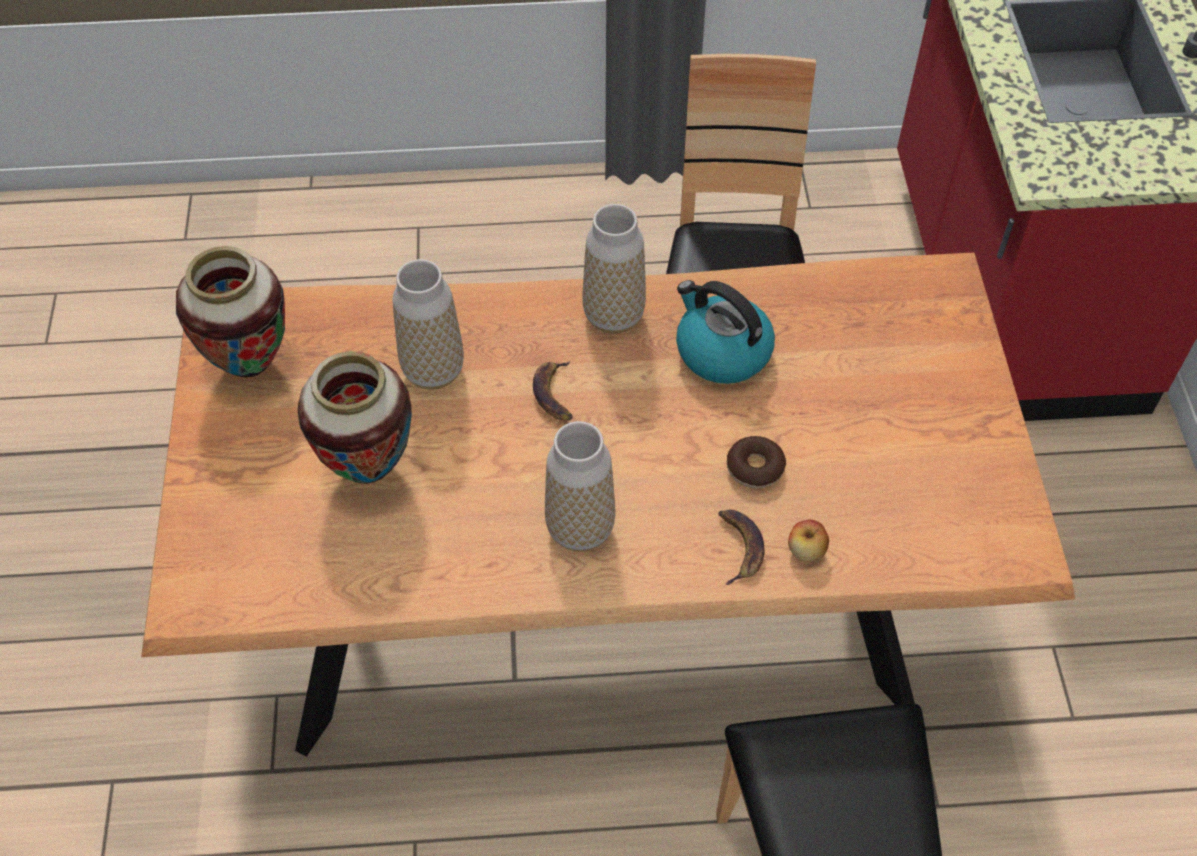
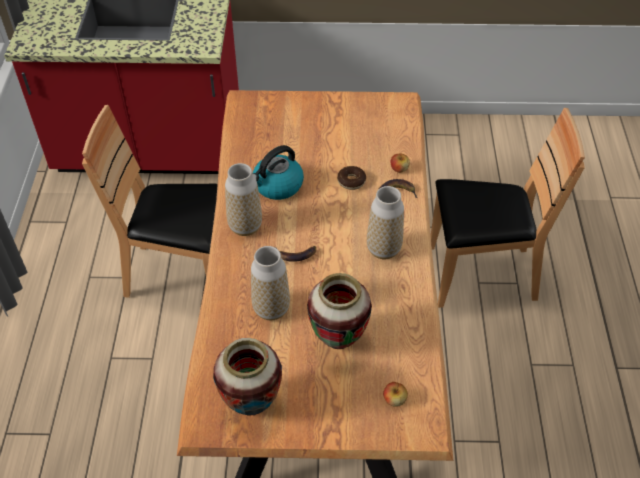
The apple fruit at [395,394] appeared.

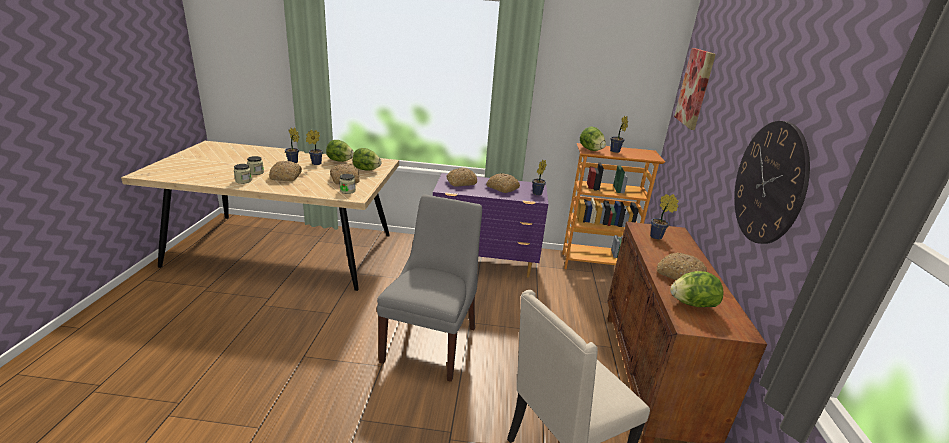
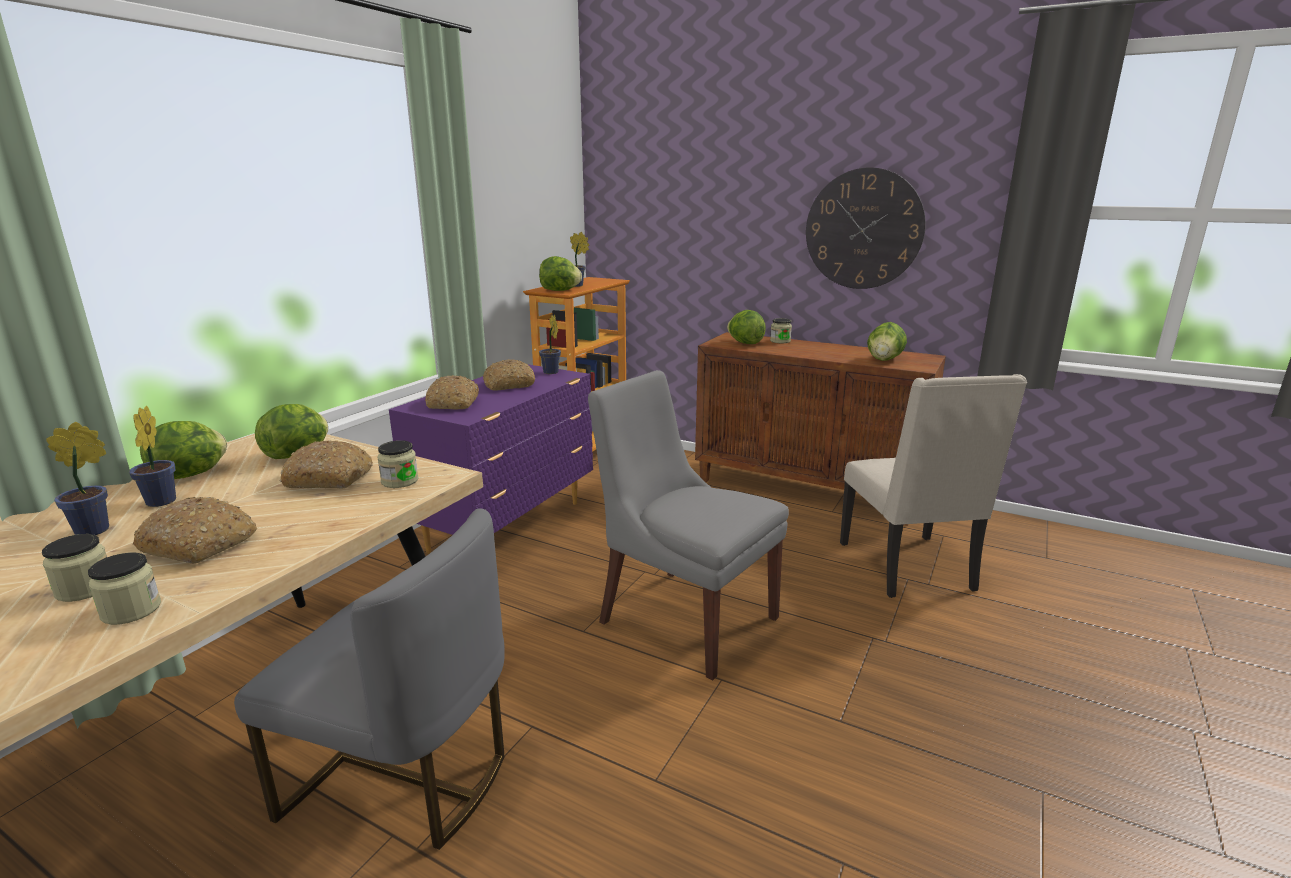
The baked bread at [682,266] disappeared. The wall art at [695,89] disappeared. The gray upright chair at [369,679] appeared. The jar at [781,330] appeared. The potted plant at [664,217] was replaced by the lettuce at [746,327].

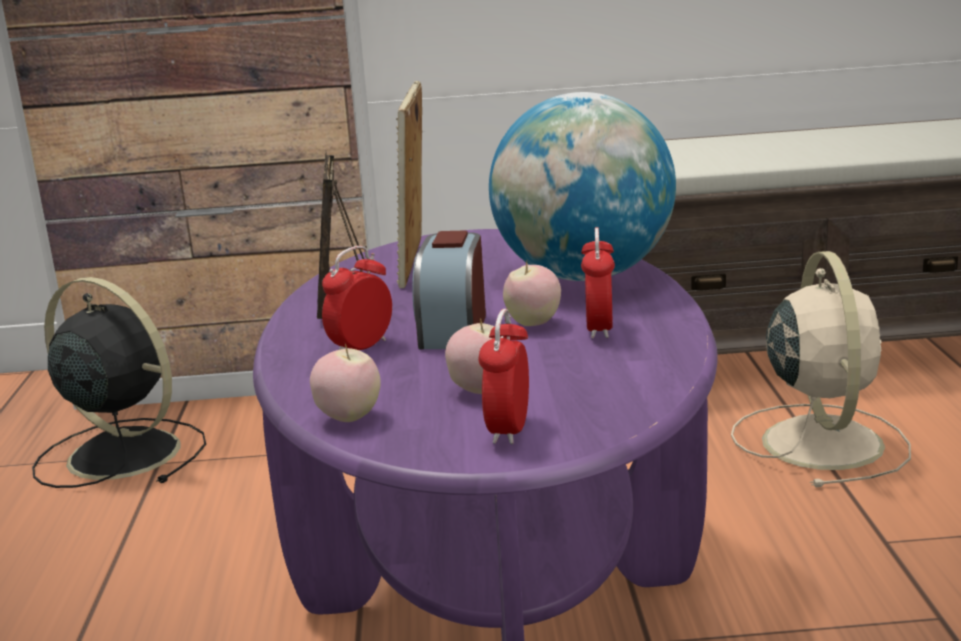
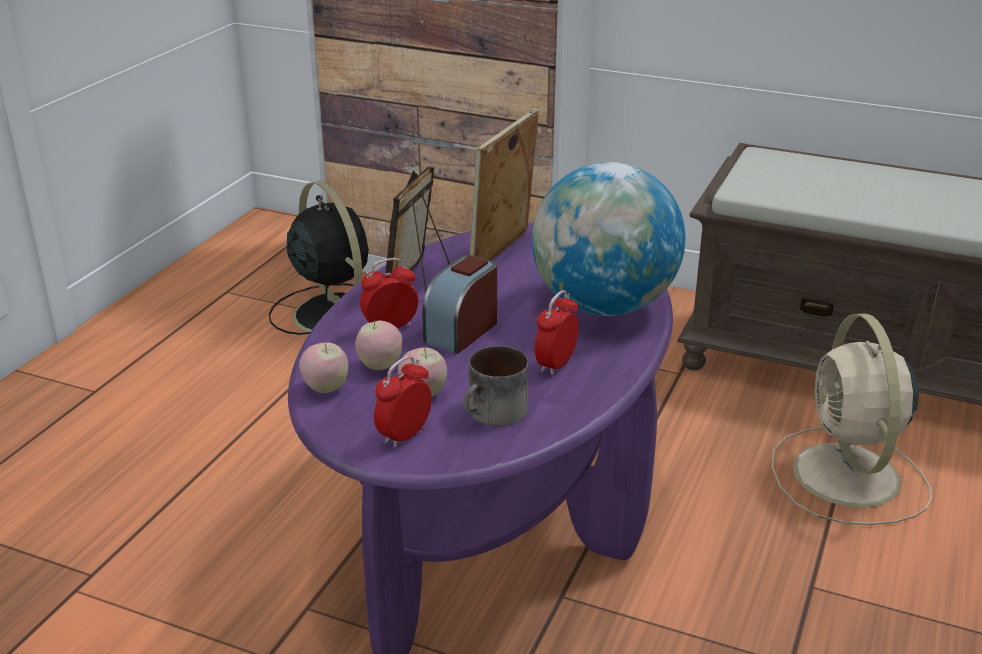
The coffee mug at [496,386] appeared. The apple fruit moved from [532,293] to [378,345]. The beige cooling fan at [821,369] turned 150 degrees clockwise.

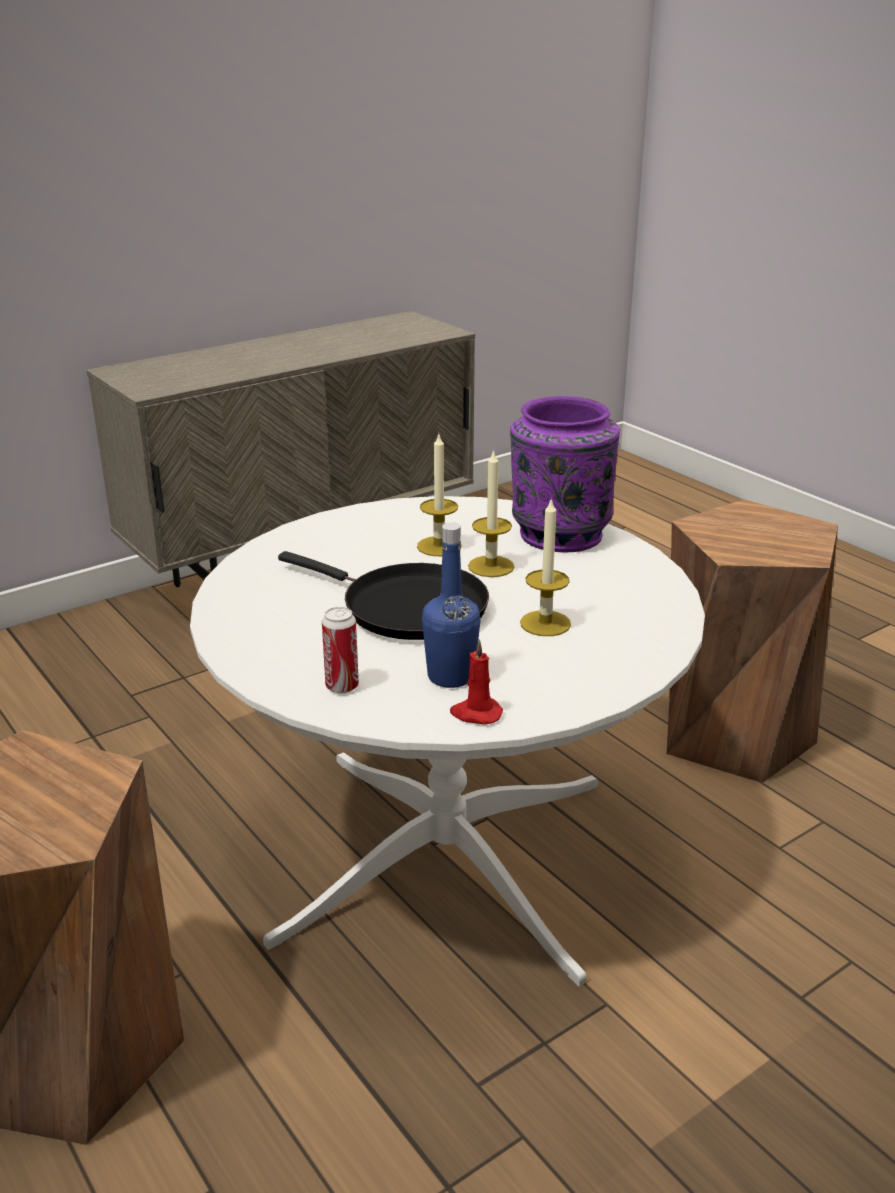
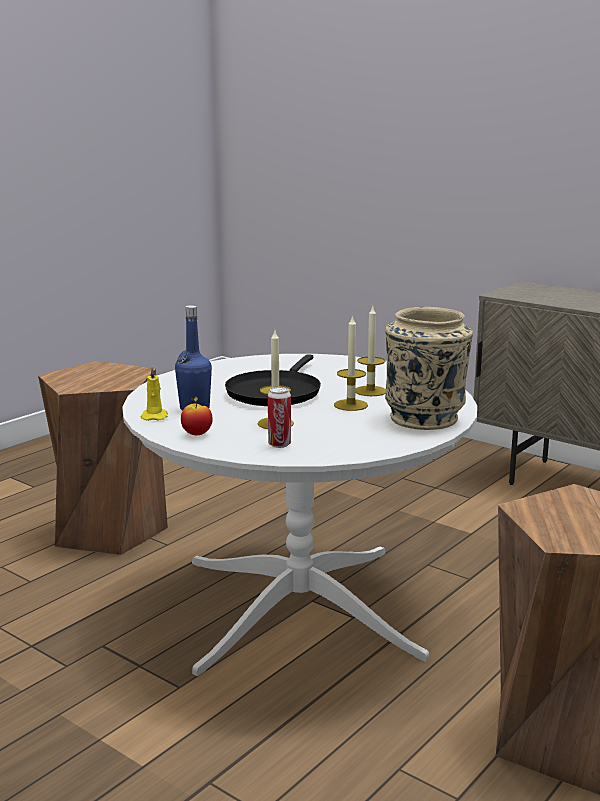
The apple fruit at [197,415] appeared. The metal can moved from [340,650] to [279,417]. The red-coloured wax light at [476,682] became the yellow-coloured wax light at [154,393]. The purple-coloured vase at [565,474] became the beige vase at [429,368].

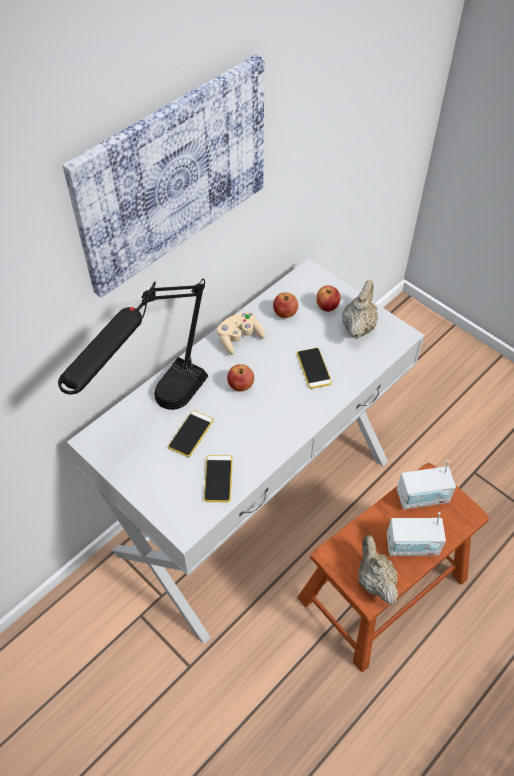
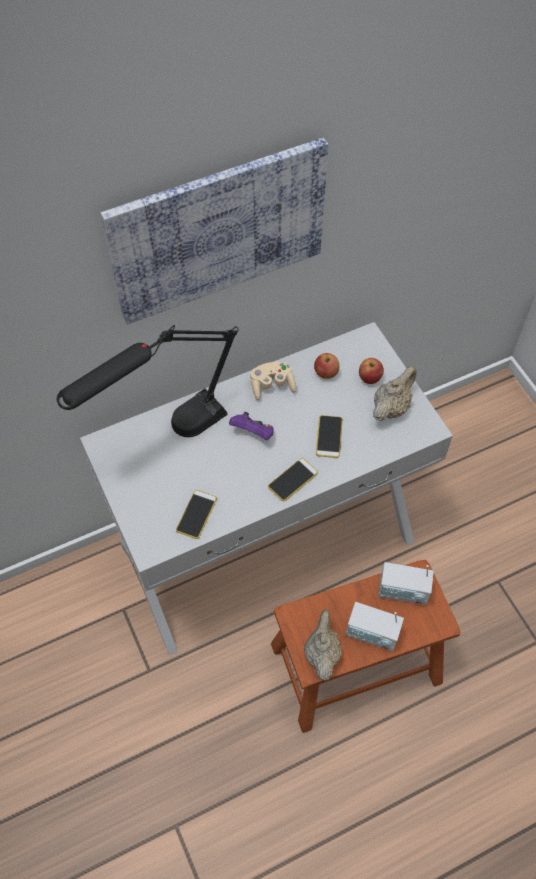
The telephone moved from [190,433] to [293,479]. The apple fruit at [240,377] was replaced by the purple-coloured gamepad at [251,426].

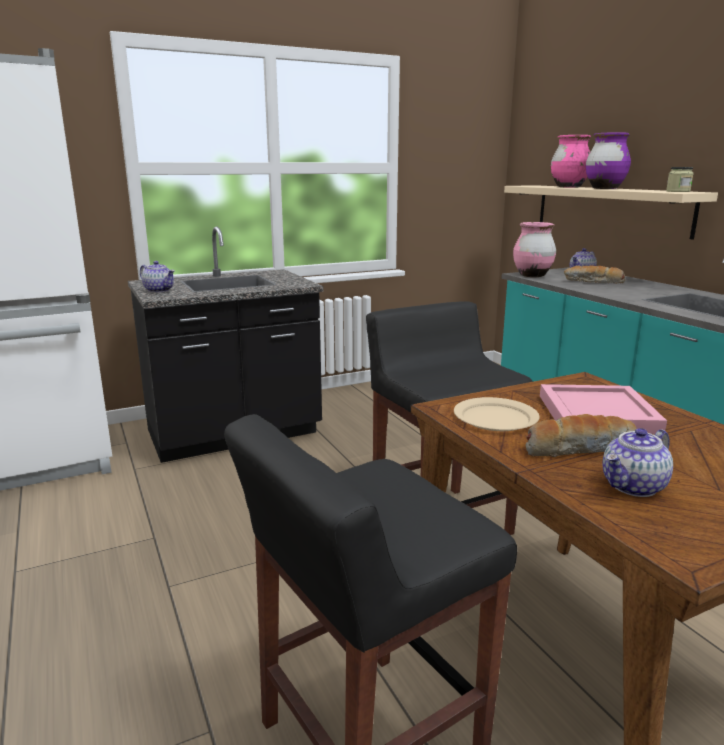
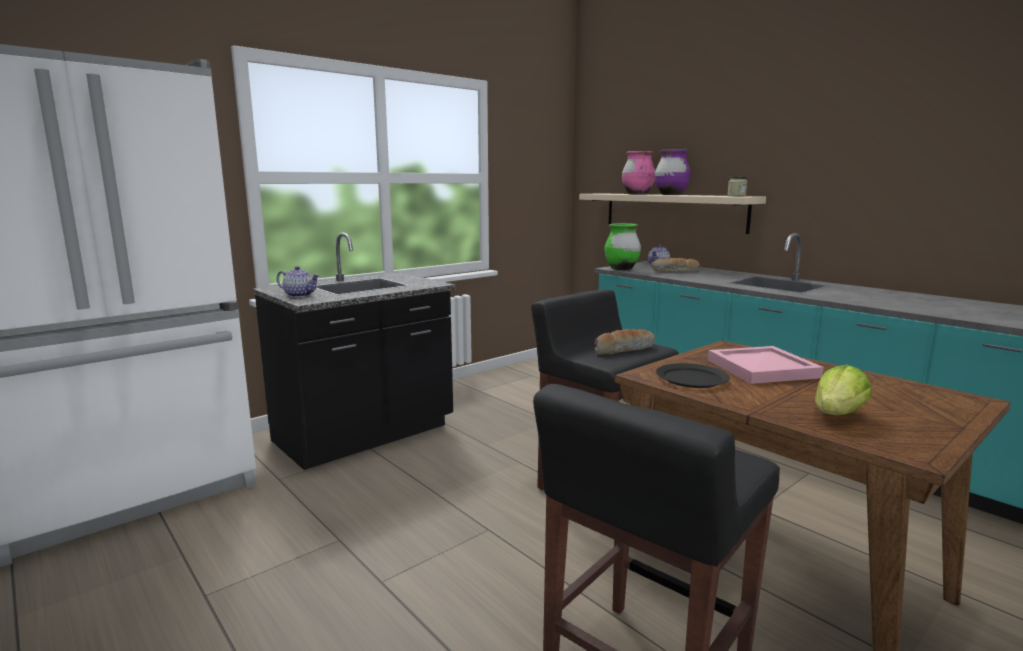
The baked bread moved from [581,435] to [625,342]. The teapot at [637,462] was replaced by the lettuce at [843,390]. The beige flat dish at [497,414] became the black-coloured flat dish at [693,375]. The pink vase at [534,249] became the green vase at [622,246].

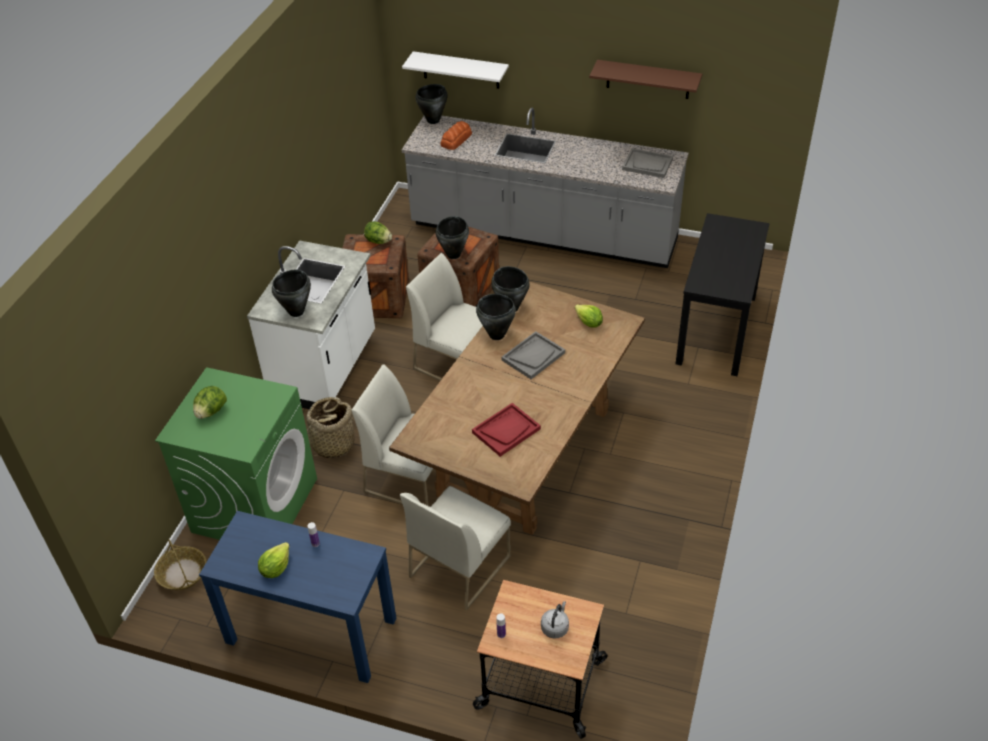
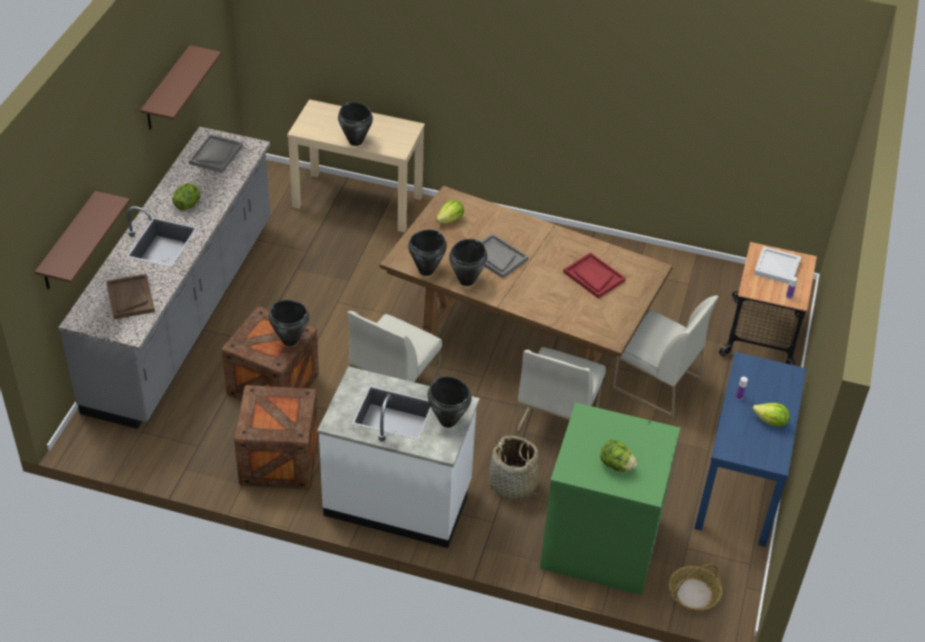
The lettuce moved from [378,232] to [186,196]. The black-coloured stockpot moved from [431,104] to [355,124]. The baked bread at [456,135] was replaced by the brown tray at [130,296]. The gray tea kettle at [555,620] was replaced by the whitish tray at [777,265]. The whitish bracket shelf at [455,70] became the brown bracket shelf at [82,240]. The black-coloured console table at [723,294] became the beige console table at [356,166].

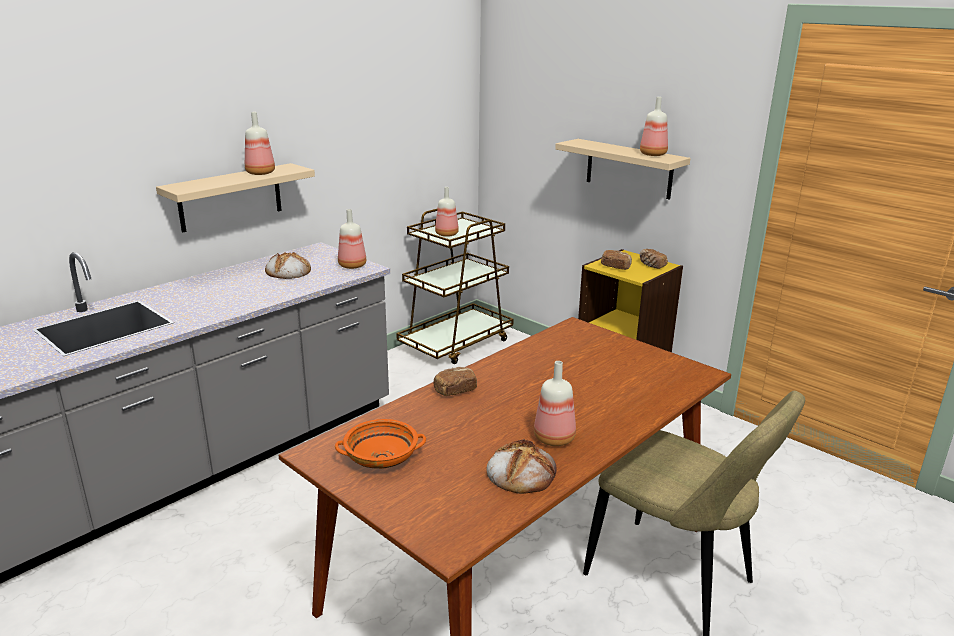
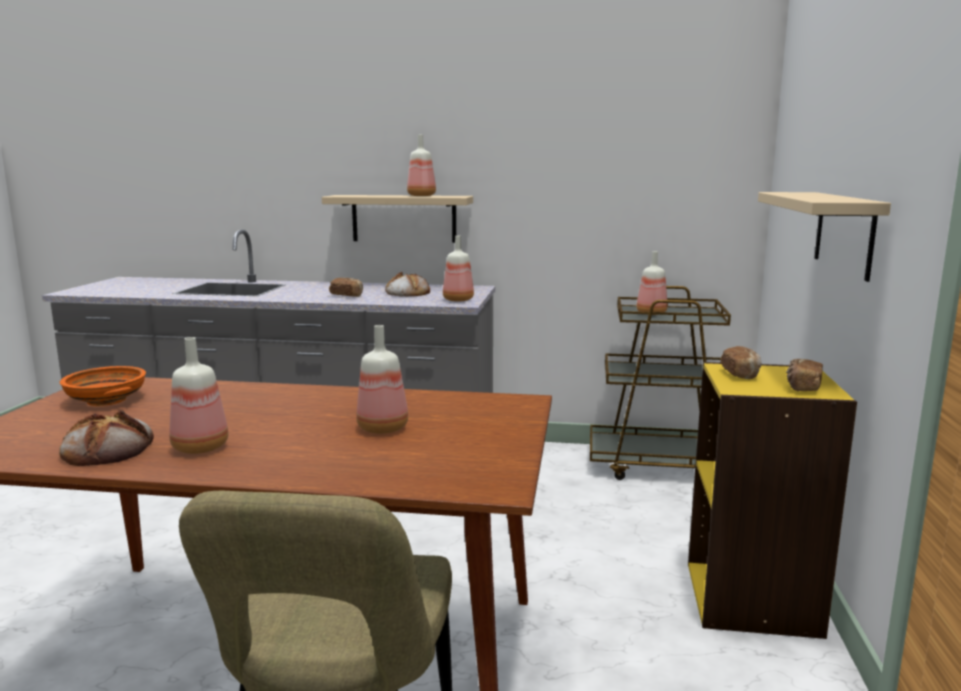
The baked bread moved from [455,381] to [346,287]. The beverage bottle moved from [654,126] to [382,379].

